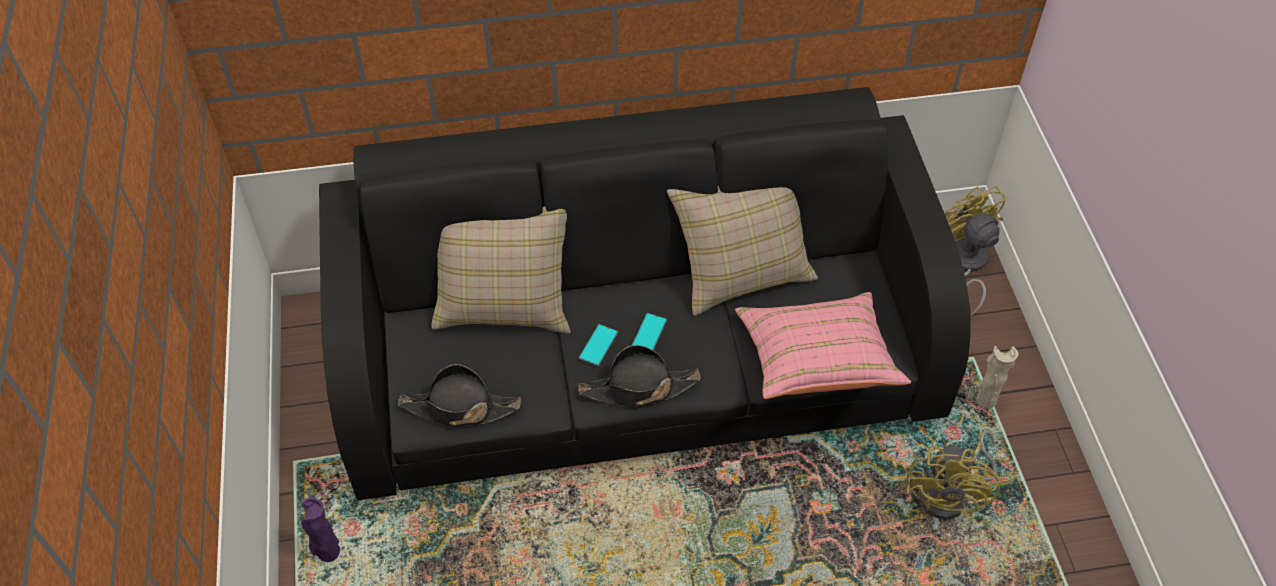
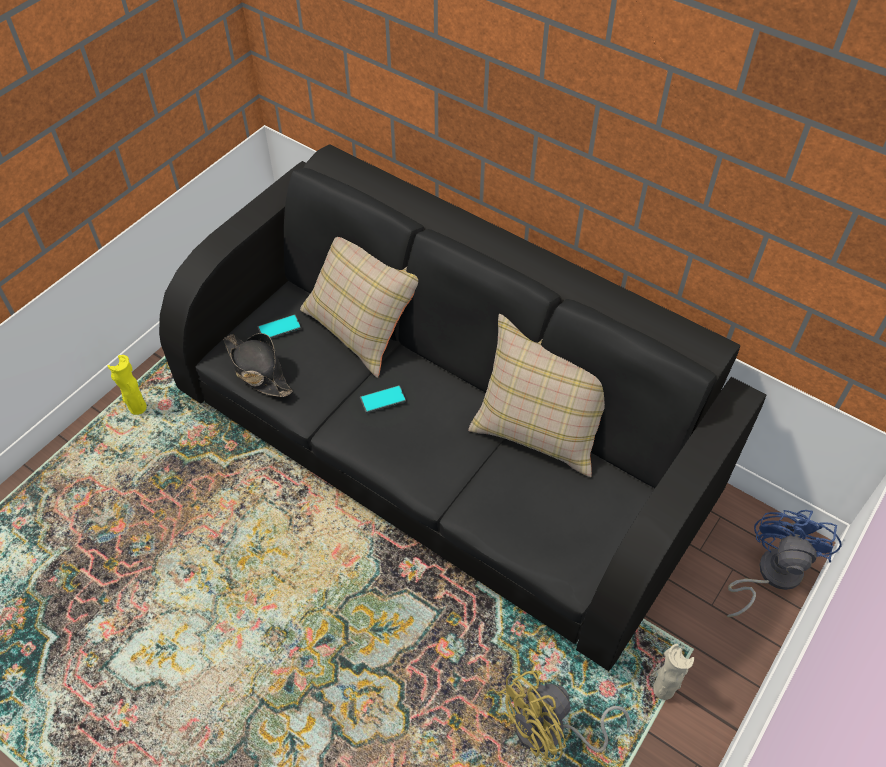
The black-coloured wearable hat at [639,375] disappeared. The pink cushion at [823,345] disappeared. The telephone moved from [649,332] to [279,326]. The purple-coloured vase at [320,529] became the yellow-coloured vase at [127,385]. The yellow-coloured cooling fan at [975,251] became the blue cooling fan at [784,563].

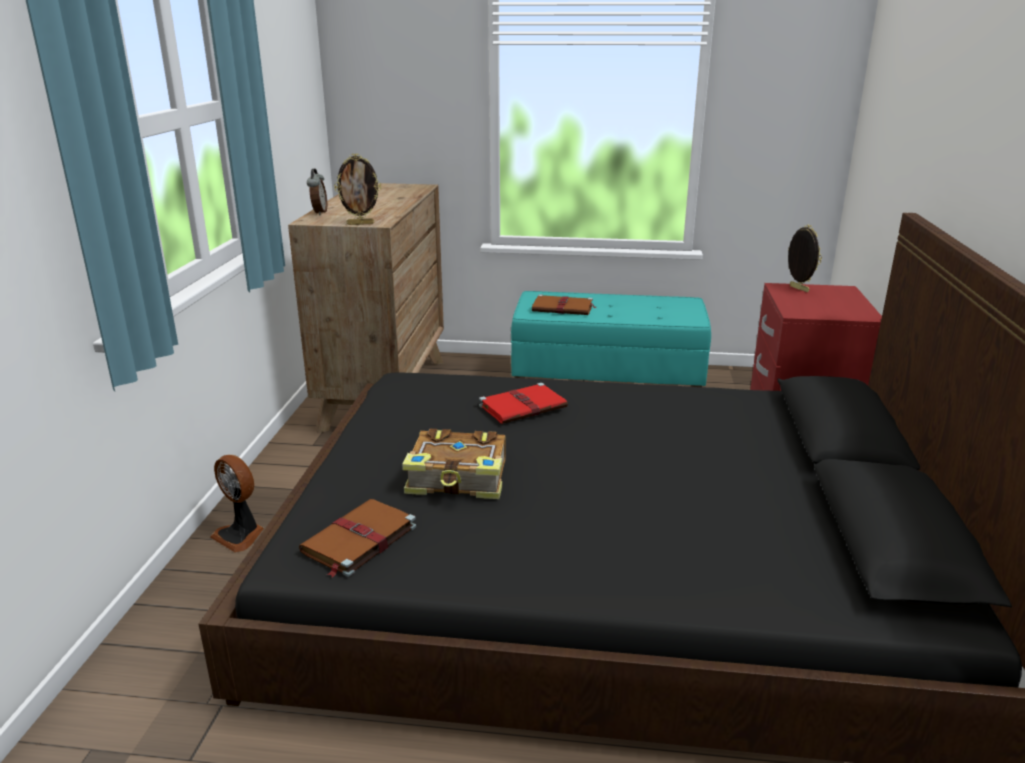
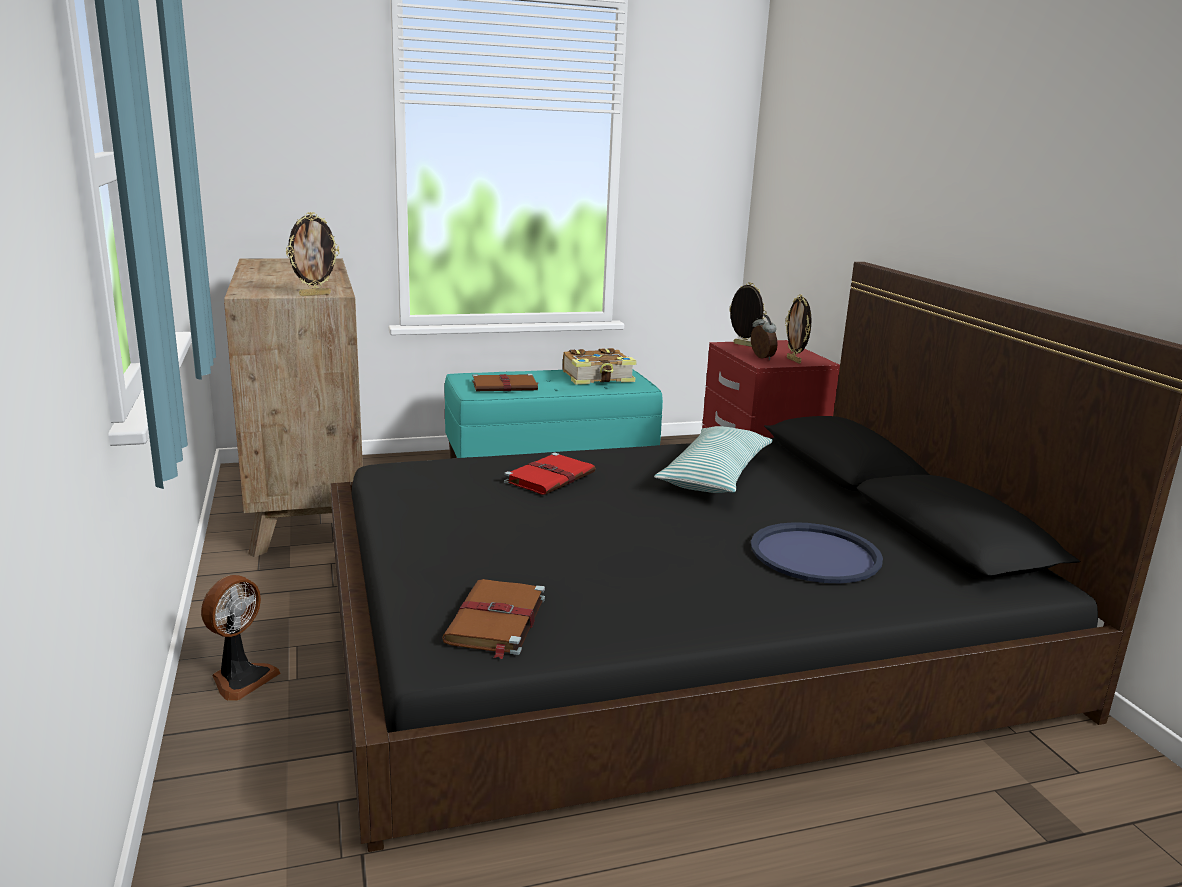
The cushion at [713,459] appeared. The blue tray at [817,552] appeared. The standing frame at [798,329] appeared. The alarm clock moved from [317,192] to [764,337]. The book moved from [454,464] to [599,366]. The cooling fan at [237,504] turned 75 degrees counterclockwise.

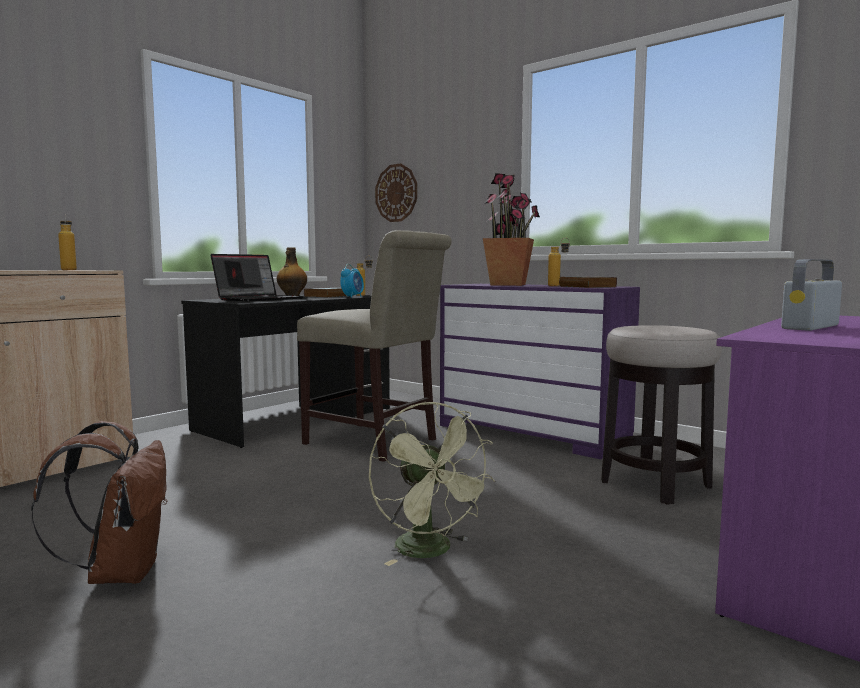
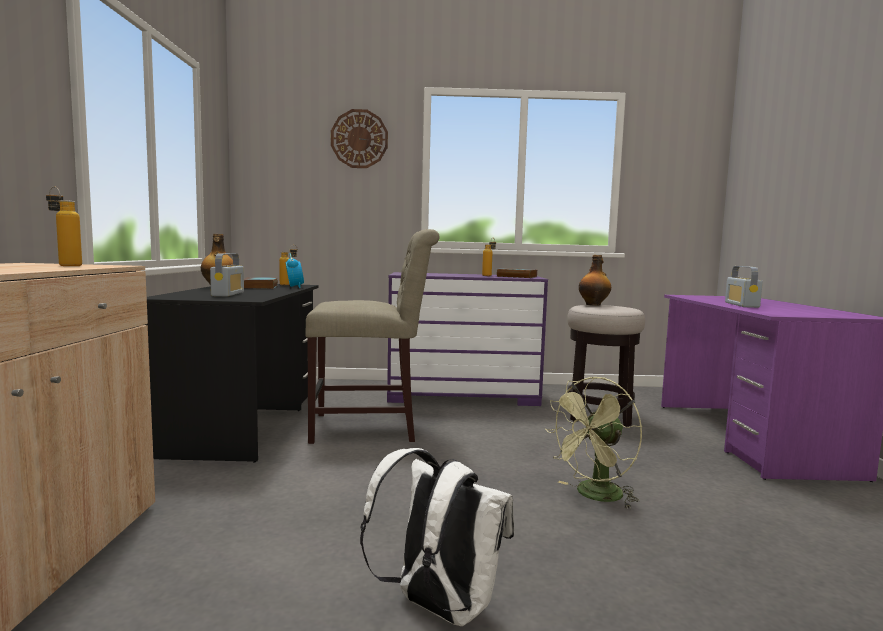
The potted plant at [511,229] disappeared. The beverage bottle at [595,280] appeared. The hanging clock moved from [396,192] to [359,138]. The laptop at [257,277] was replaced by the radio at [227,275]. The brown knapsack at [99,502] became the whitish knapsack at [437,537]. The green cooling fan at [432,484] turned 120 degrees clockwise.

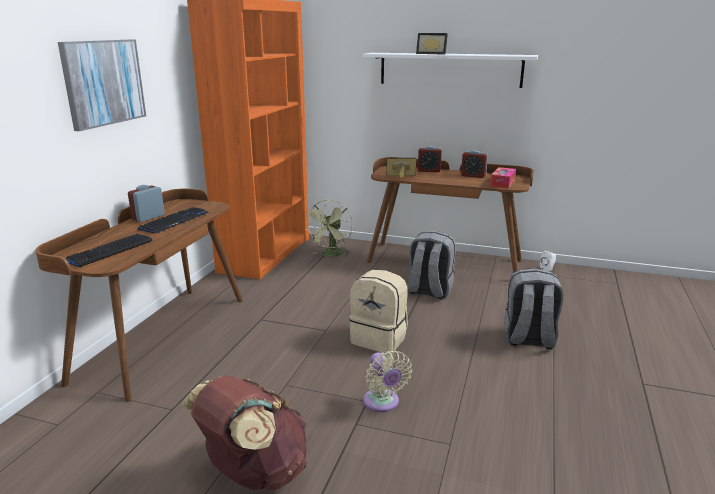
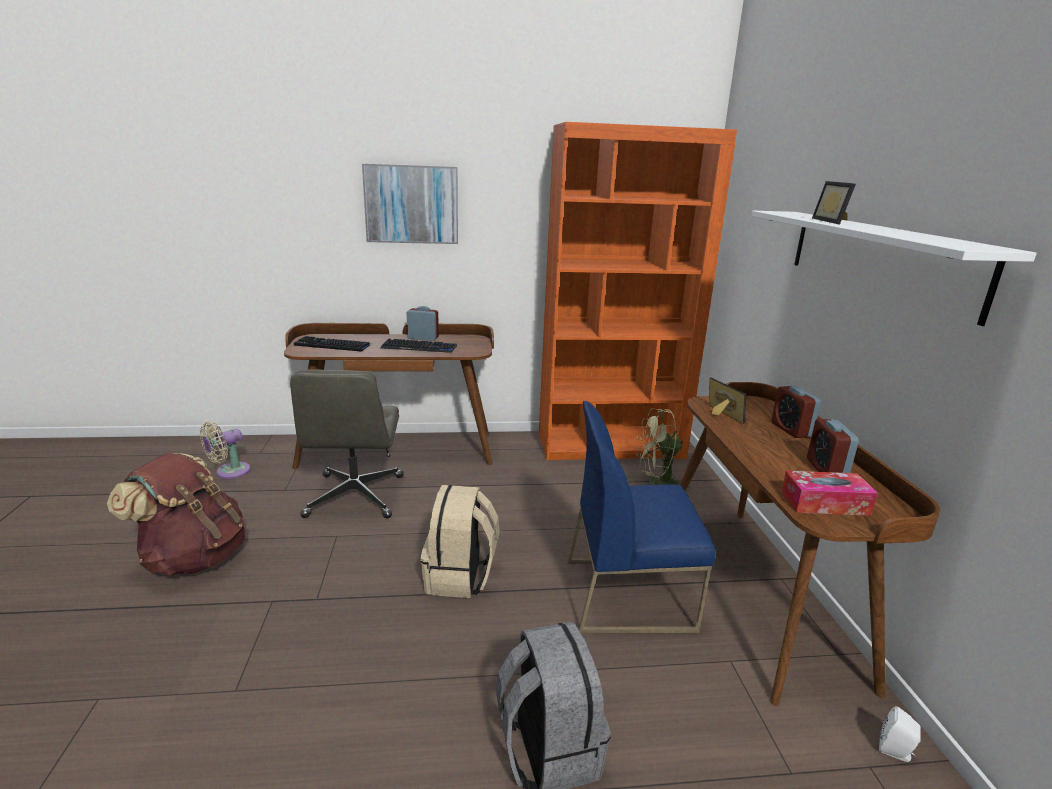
The gray computer chair at [347,443] appeared. The beige cooling fan moved from [387,381] to [225,450]. The gray knapsack at [432,265] was replaced by the blue upright chair at [642,517].

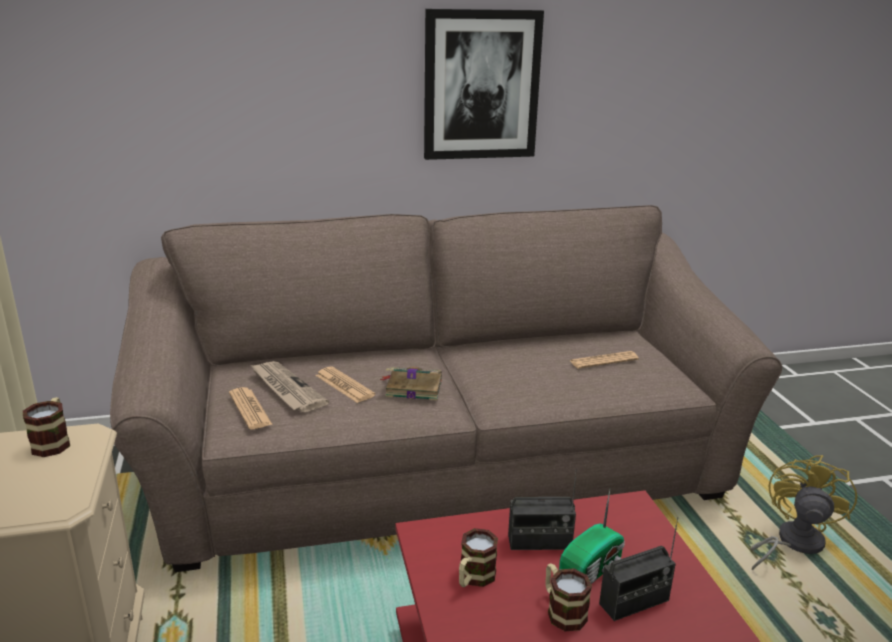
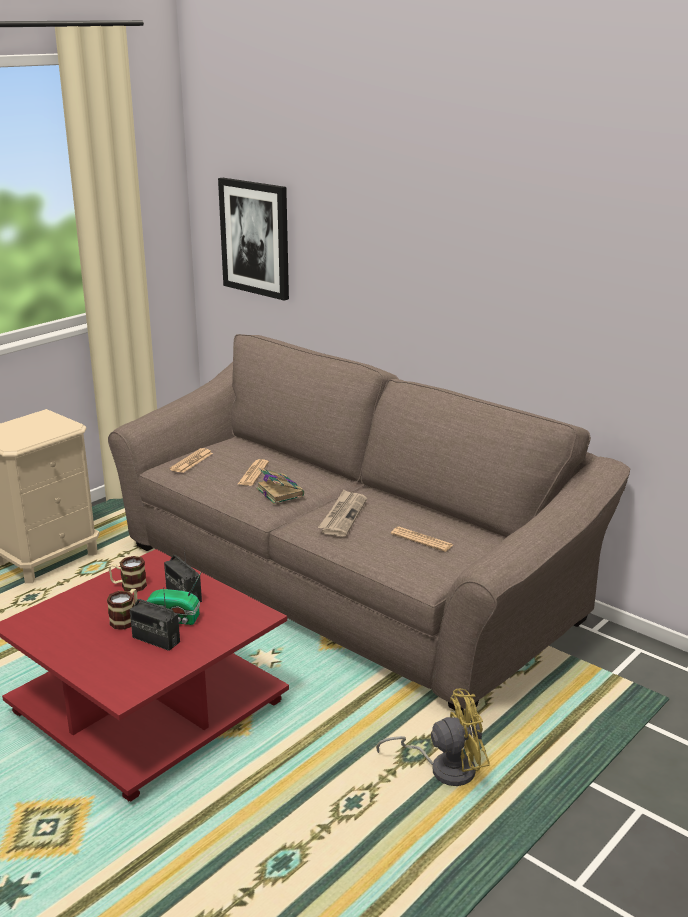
The coffee mug at [46,427] disappeared. The daily paper moved from [290,386] to [342,513]. The wall art moved from [484,84] to [253,239].

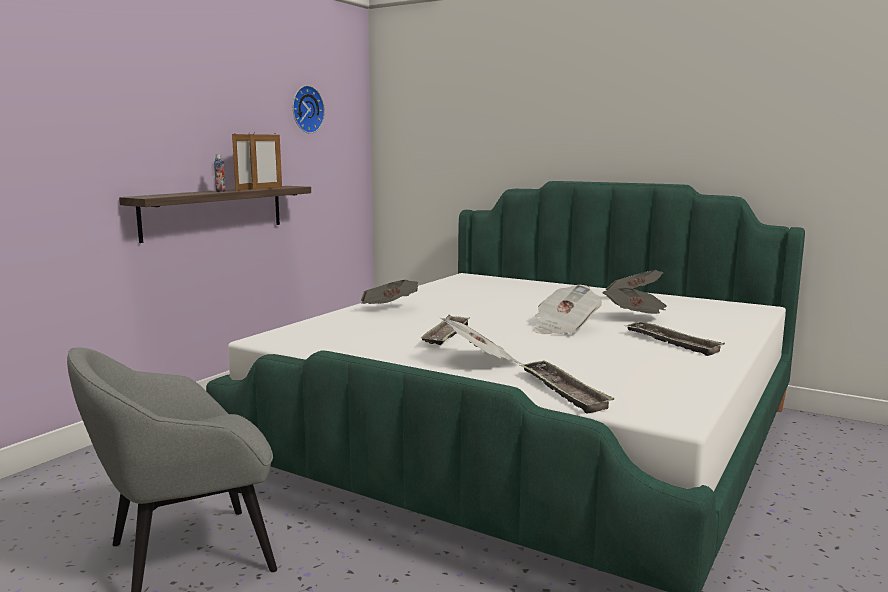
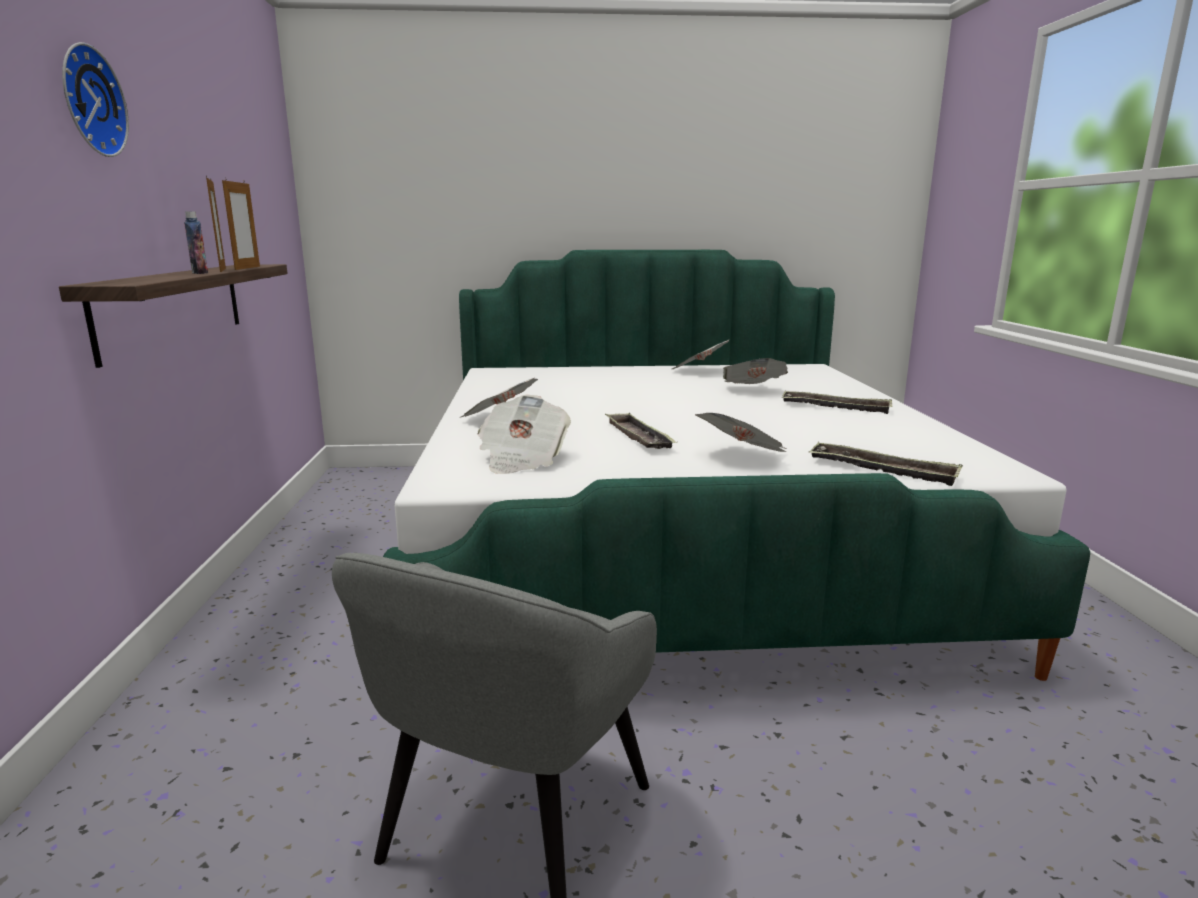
The hanging clock moved from [309,109] to [95,99]. The daily paper moved from [567,309] to [524,434].

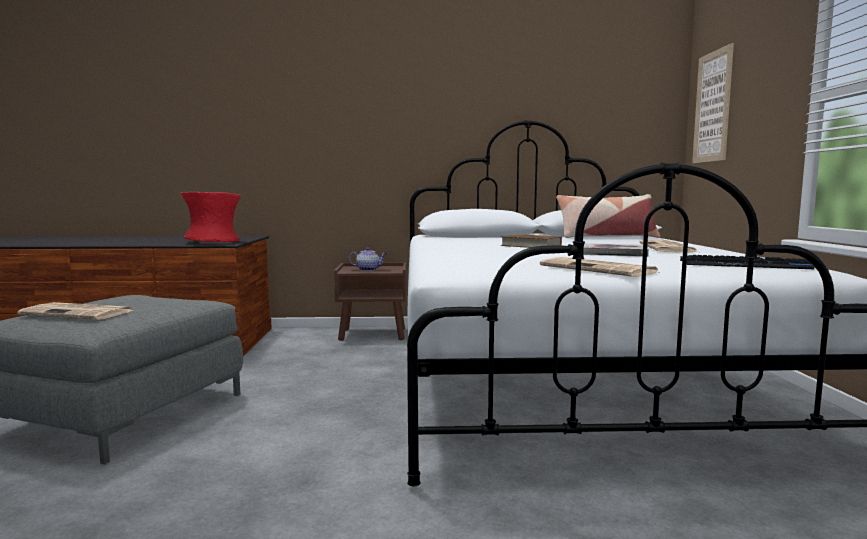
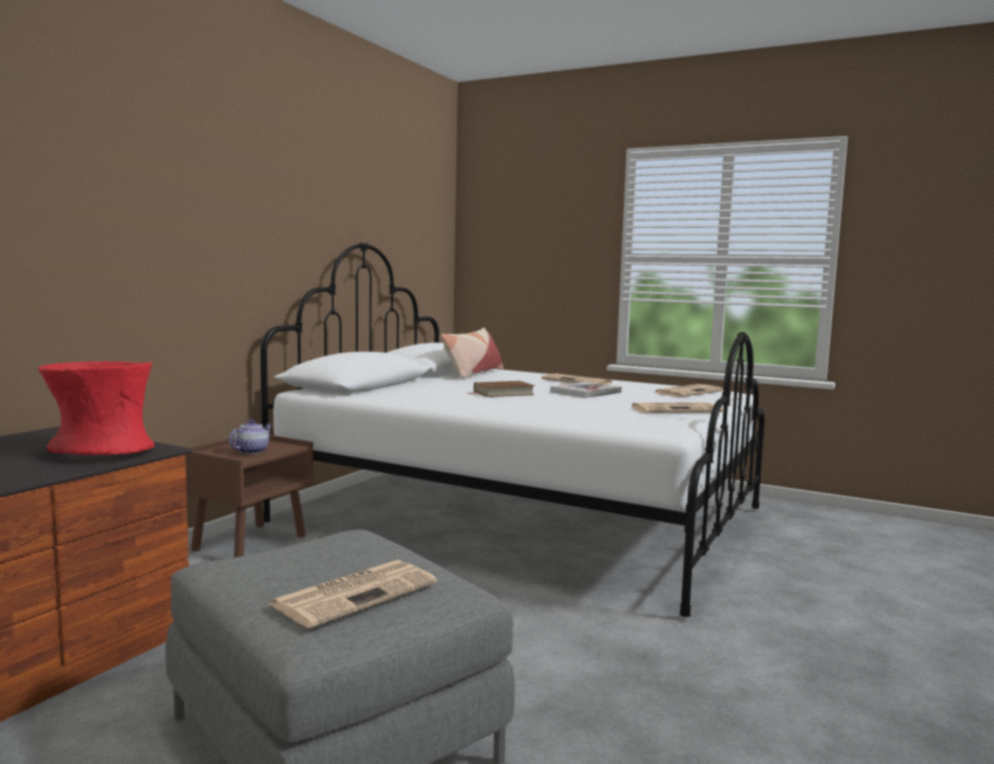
The wall art at [713,103] disappeared. The PC keyboard at [747,262] was replaced by the daily paper at [688,390].

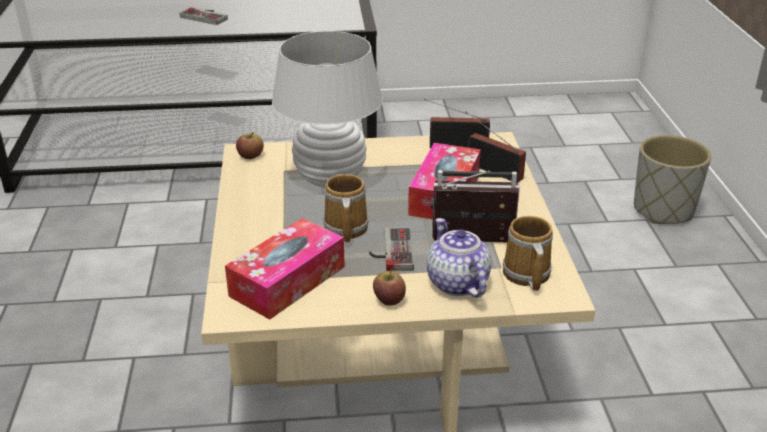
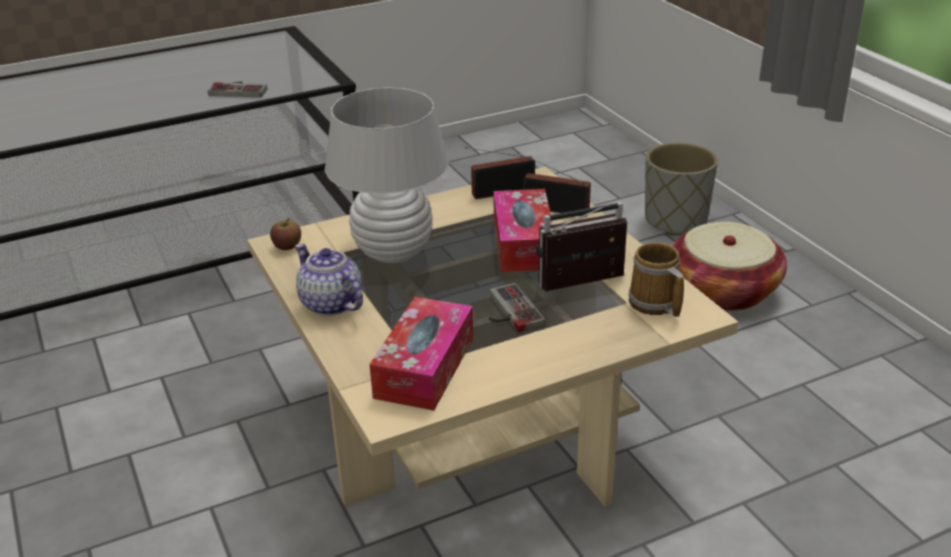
The coffee mug at [346,208] disappeared. The apple fruit at [389,287] disappeared. The basket at [730,266] appeared. The gamepad moved from [204,16] to [237,89]. The teapot moved from [459,257] to [329,280].

